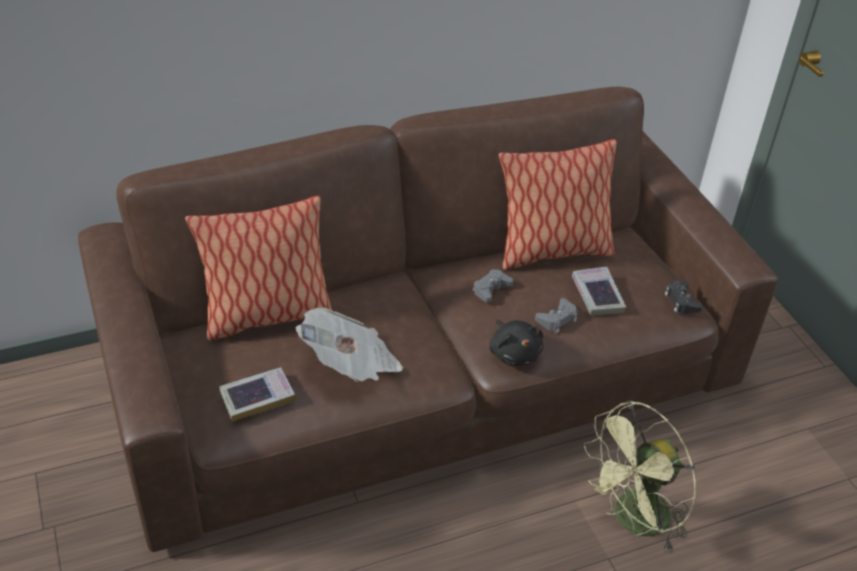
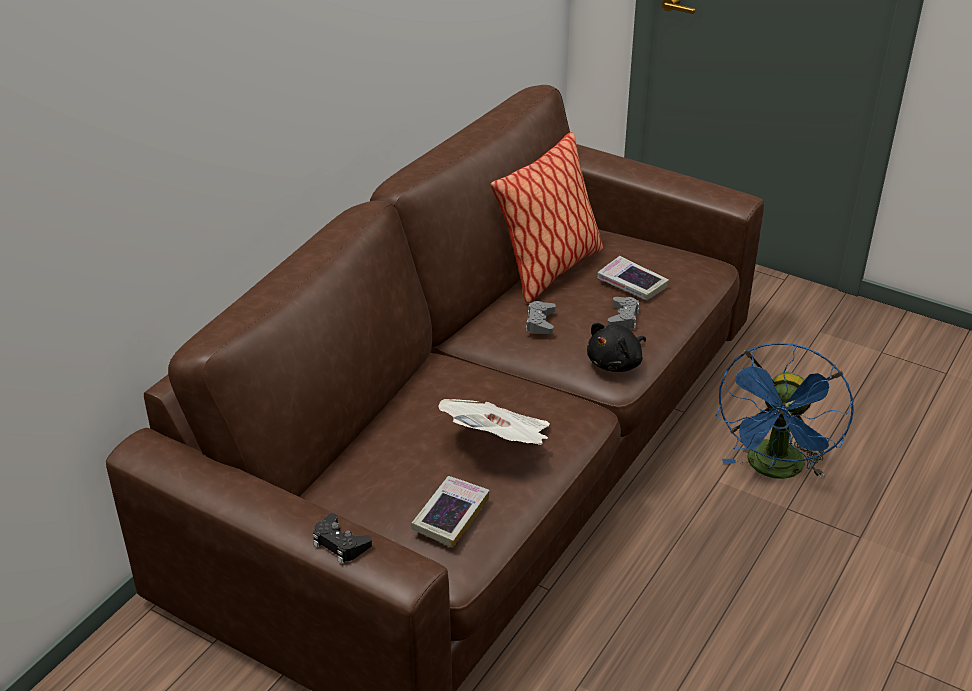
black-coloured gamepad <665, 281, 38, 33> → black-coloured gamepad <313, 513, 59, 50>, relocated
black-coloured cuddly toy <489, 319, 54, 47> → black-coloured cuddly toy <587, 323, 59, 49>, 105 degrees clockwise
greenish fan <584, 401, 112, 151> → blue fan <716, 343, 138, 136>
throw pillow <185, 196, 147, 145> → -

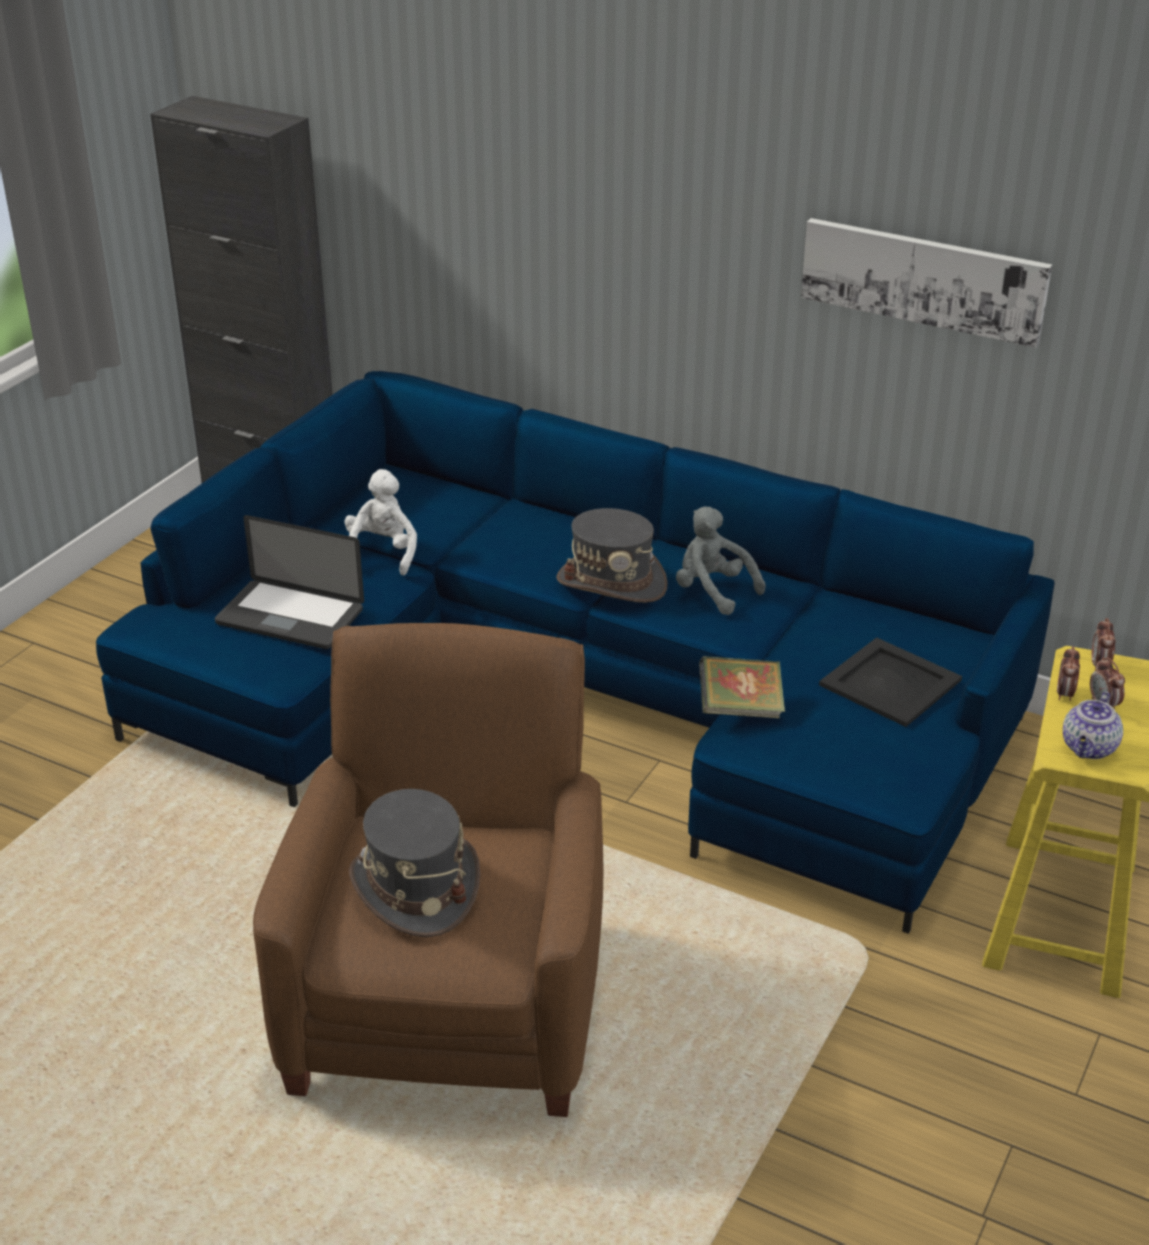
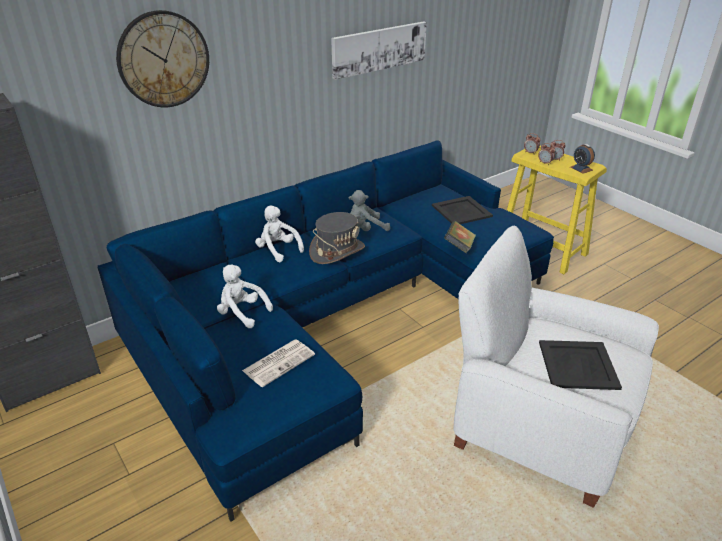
- → wall clock <116, 10, 93, 97>
notebook computer <215, 515, 149, 134> → newspaper <242, 339, 73, 48>
- → white cuddly toy <255, 205, 49, 57>
brown lounge chair <253, 623, 351, 494> → white lounge chair <453, 225, 206, 283>
grey hat <349, 789, 131, 149> → black-coloured tray <539, 340, 83, 50>
teapot <1063, 692, 60, 67> → alarm clock <570, 144, 25, 30>

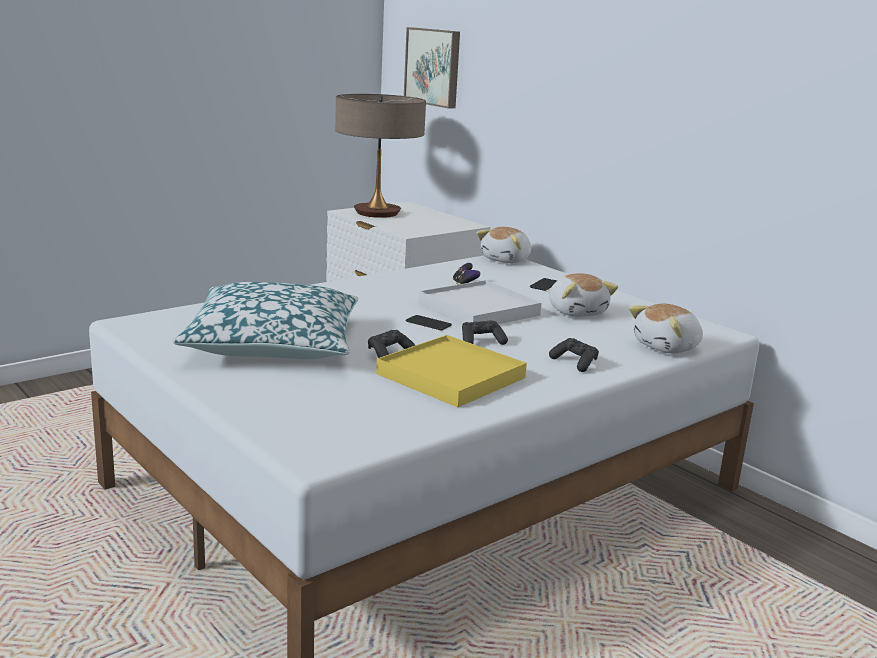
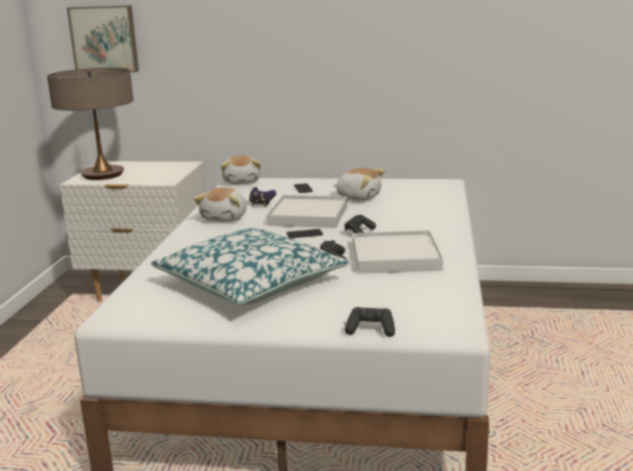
cuddly toy <629, 304, 74, 49> → cuddly toy <194, 187, 52, 35>, relocated
black-coloured gamepad <549, 338, 50, 34> → black-coloured gamepad <345, 307, 50, 30>, relocated
yellow tray <376, 335, 151, 72> → white tray <353, 230, 90, 44>

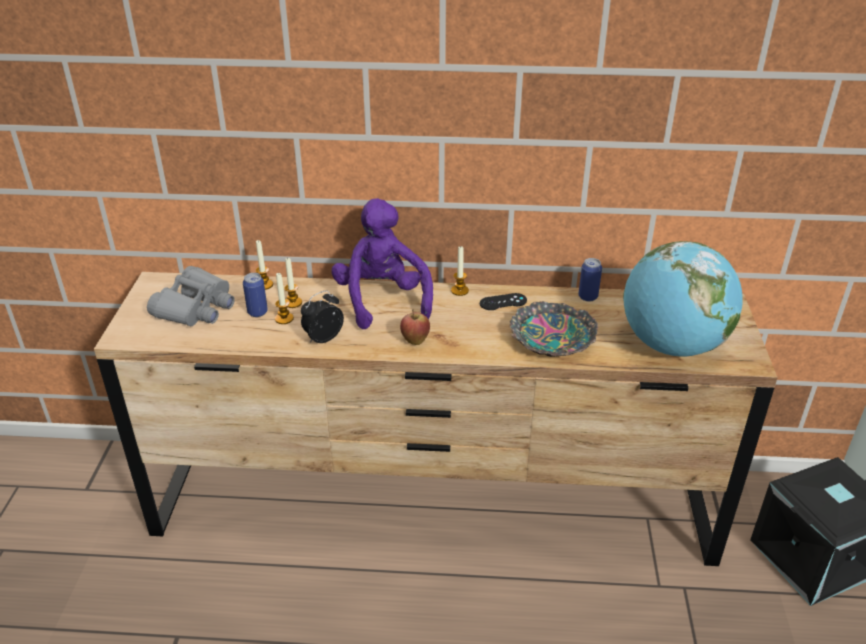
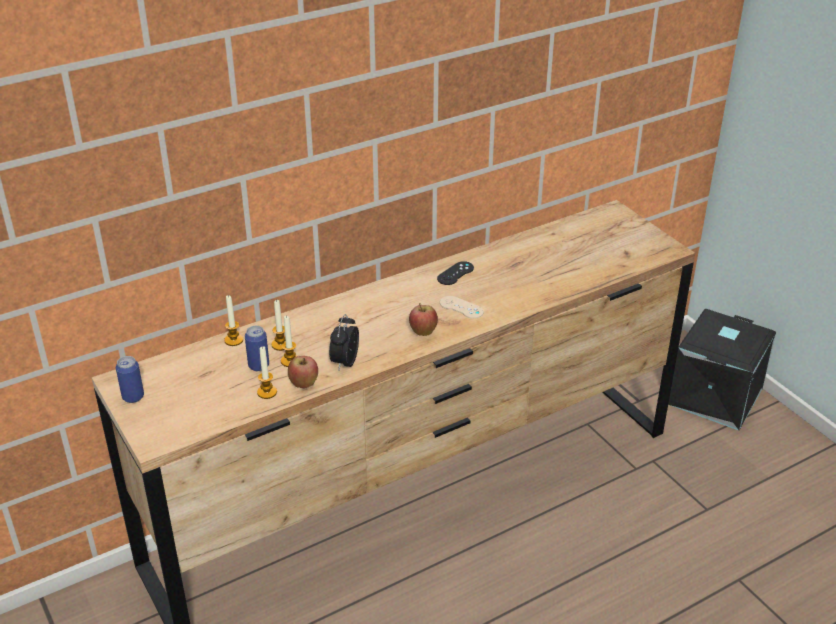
can <578, 258, 24, 44> → can <116, 356, 28, 47>, relocated
wax light <451, 246, 18, 50> → wax light <257, 346, 20, 53>, relocated
- → apple <288, 356, 30, 32>
- → sand-coloured gamepad <440, 296, 44, 23>
grey field glasses <147, 266, 88, 61> → -
purple-coloured cuddly toy <331, 198, 102, 131> → -
bowl <510, 301, 88, 56> → -
world globe <623, 241, 120, 115> → -

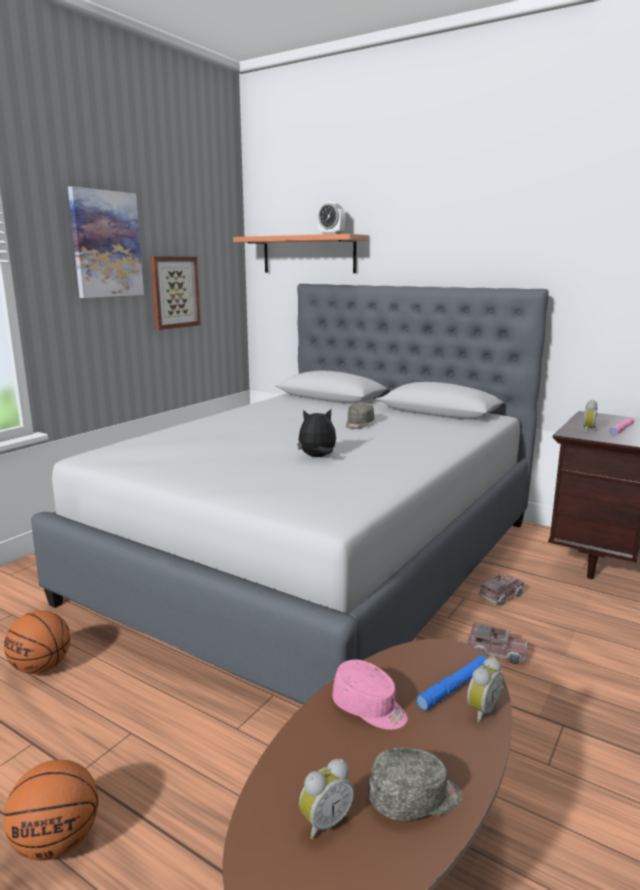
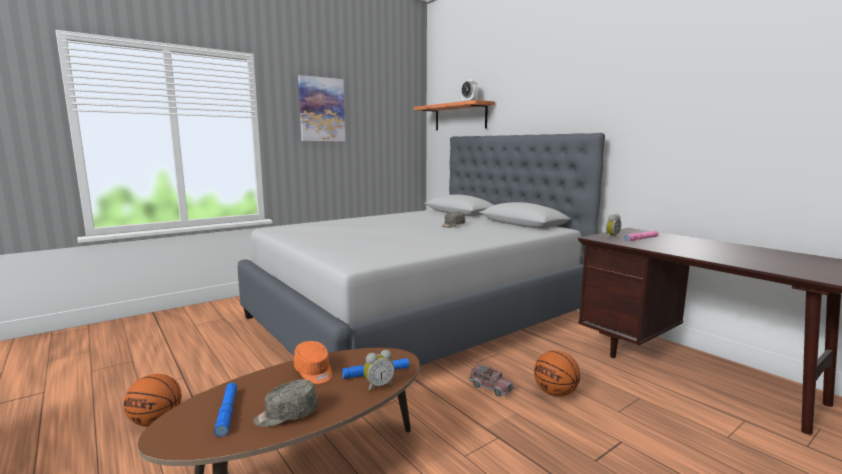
alarm clock <299, 759, 55, 81> → blue flashlight <214, 383, 23, 54>
grey baseball cap <368, 747, 94, 73> → grey baseball cap <253, 379, 65, 48>, 150 degrees clockwise
pinkish baseball cap <332, 660, 76, 70> → orange baseball cap <294, 341, 38, 43>
basketball <4, 610, 66, 64> → basketball <534, 350, 46, 47>, relocated
wall picture <149, 256, 51, 74> → -
cuddly toy <297, 409, 39, 48> → -
toy lorry <478, 573, 47, 33> → -

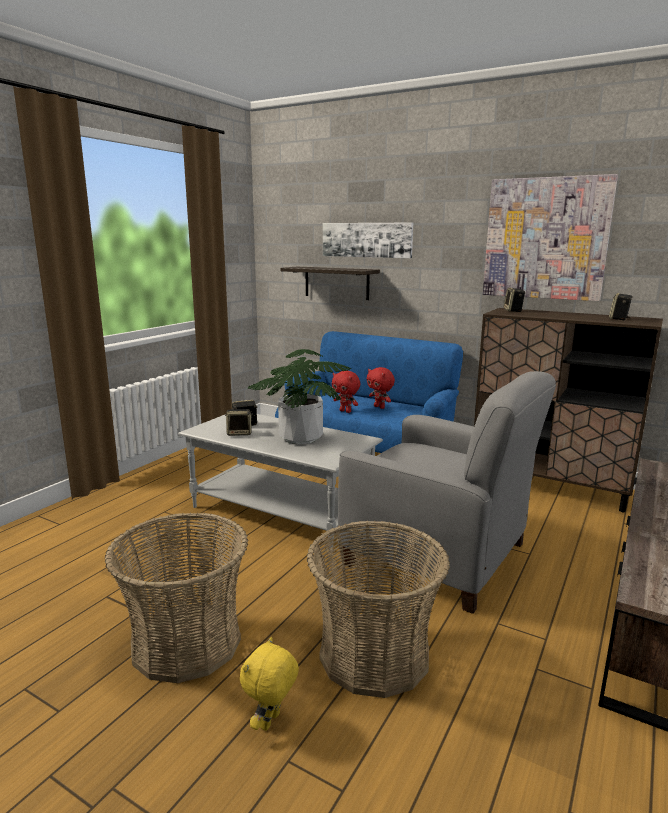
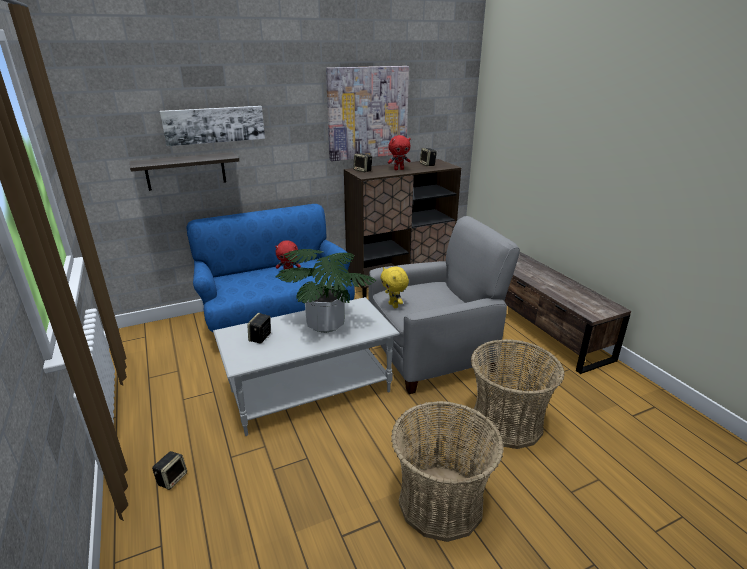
audio speaker <225, 409, 28, 27> → audio speaker <152, 451, 35, 39>, relocated
yellow cuddly toy <240, 637, 59, 94> → yellow cuddly toy <381, 266, 28, 42>, relocated
red-coloured cuddly toy <332, 371, 28, 42> → red-coloured cuddly toy <388, 135, 23, 35>, relocated

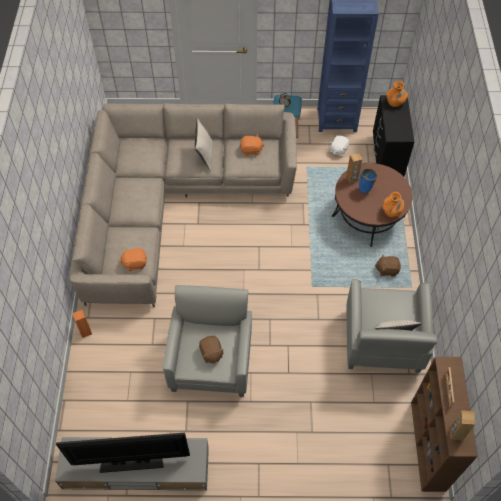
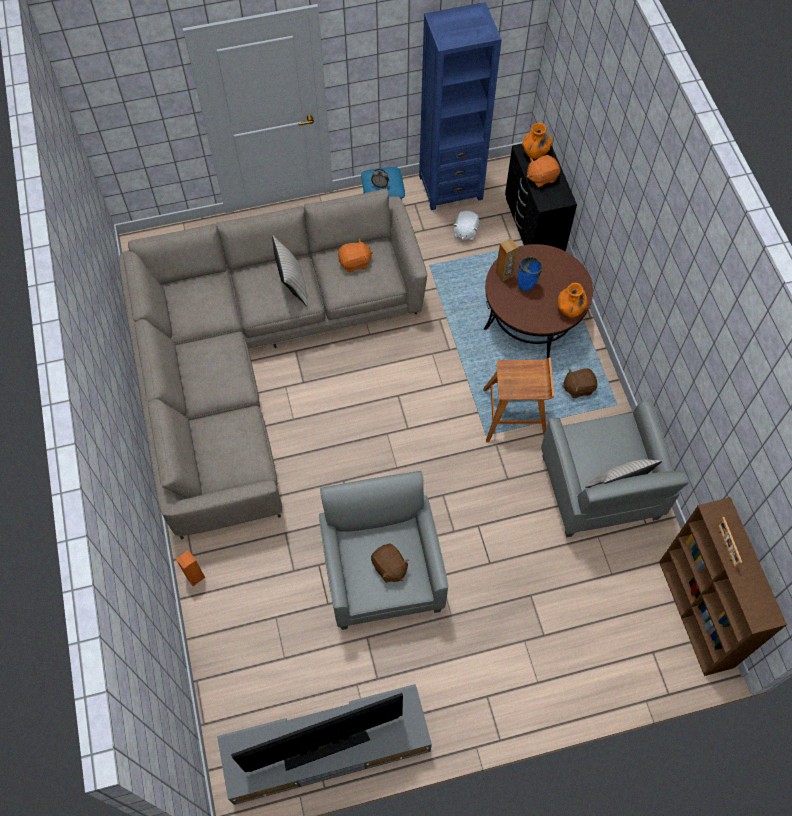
- → brown stool <483, 357, 71, 86>
orange cuddly toy <119, 248, 28, 23> → orange cuddly toy <527, 155, 33, 32>, relocated
brown audio speaker <450, 410, 25, 31> → -

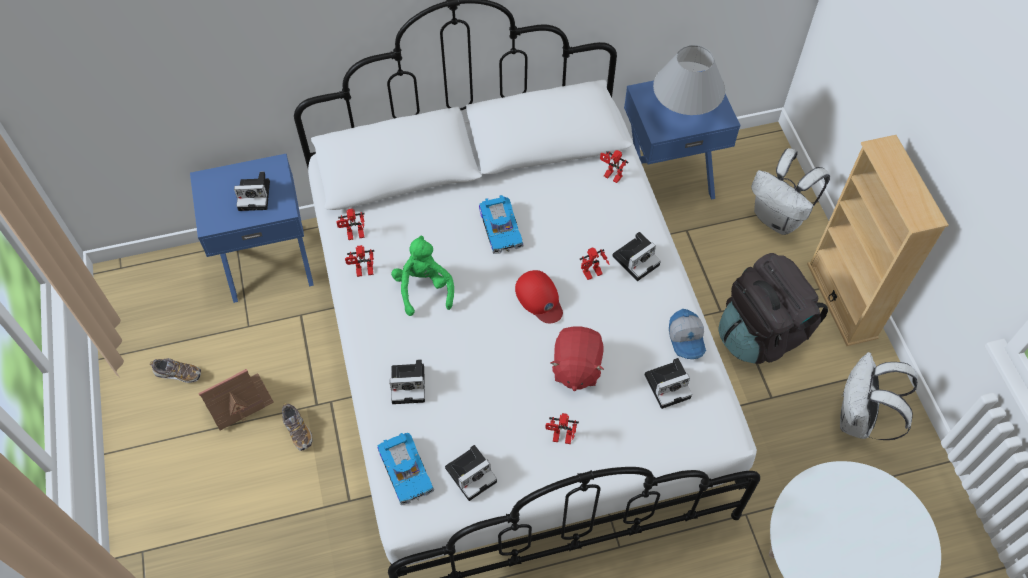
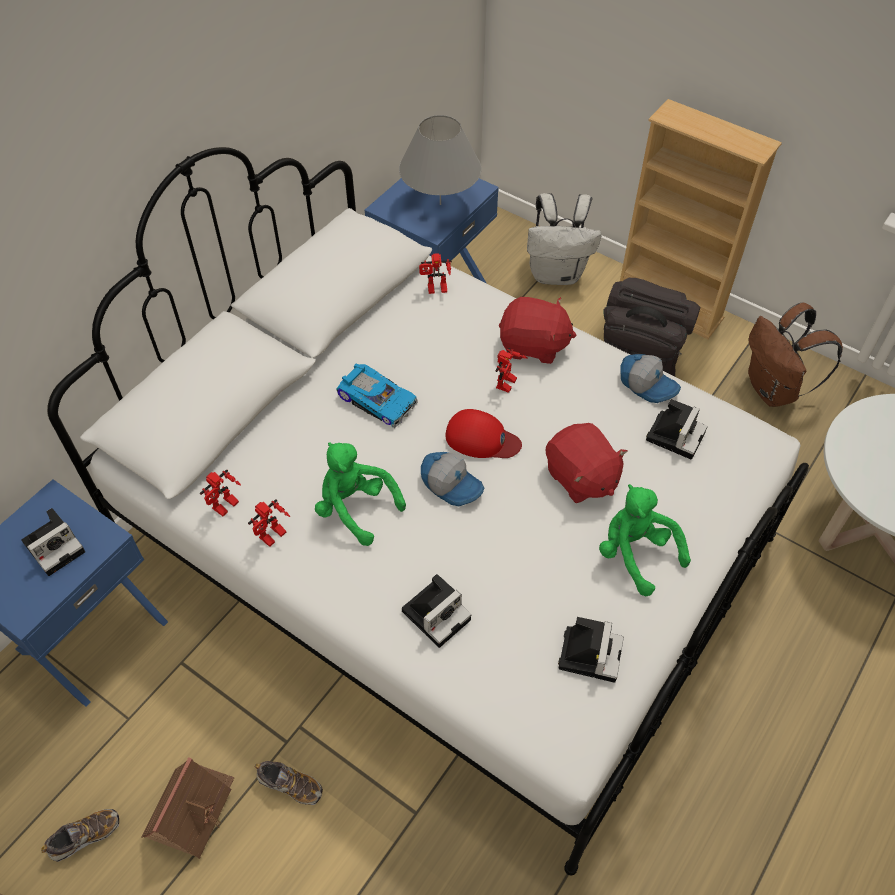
- → baseball cap <421, 452, 63, 54>
photo camera <612, 232, 49, 49> → red-coloured cuddly toy <499, 297, 78, 67>
toy robot <545, 413, 34, 31> → greenish cuddly toy <599, 484, 92, 112>
white backpack <840, 352, 77, 88> → brown backpack <748, 302, 95, 105>
miniature car <378, 433, 56, 72> → -

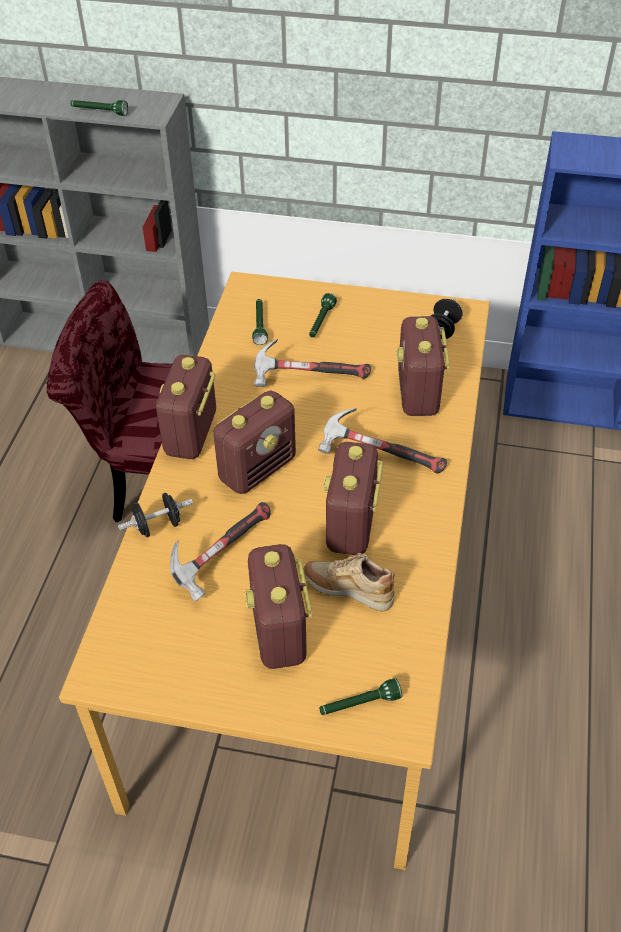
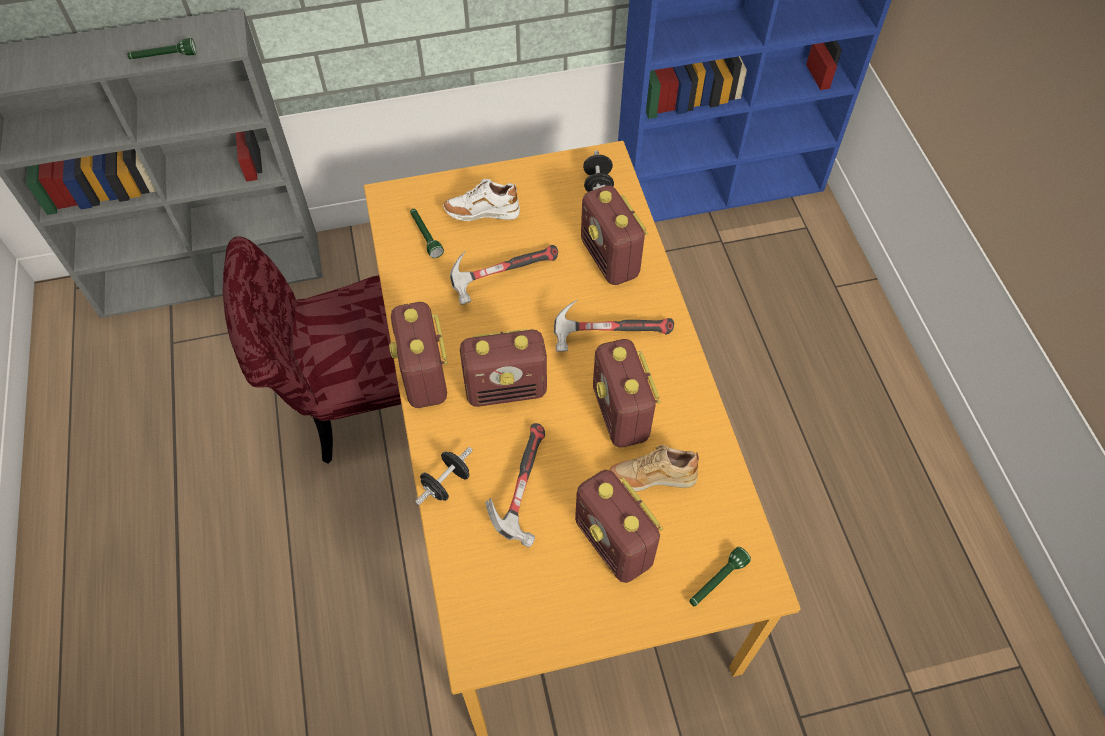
greenish flashlight <309, 293, 28, 45> → white shoe <443, 179, 77, 42>
radio <213, 390, 83, 104> → radio <460, 329, 87, 78>, 60 degrees clockwise

